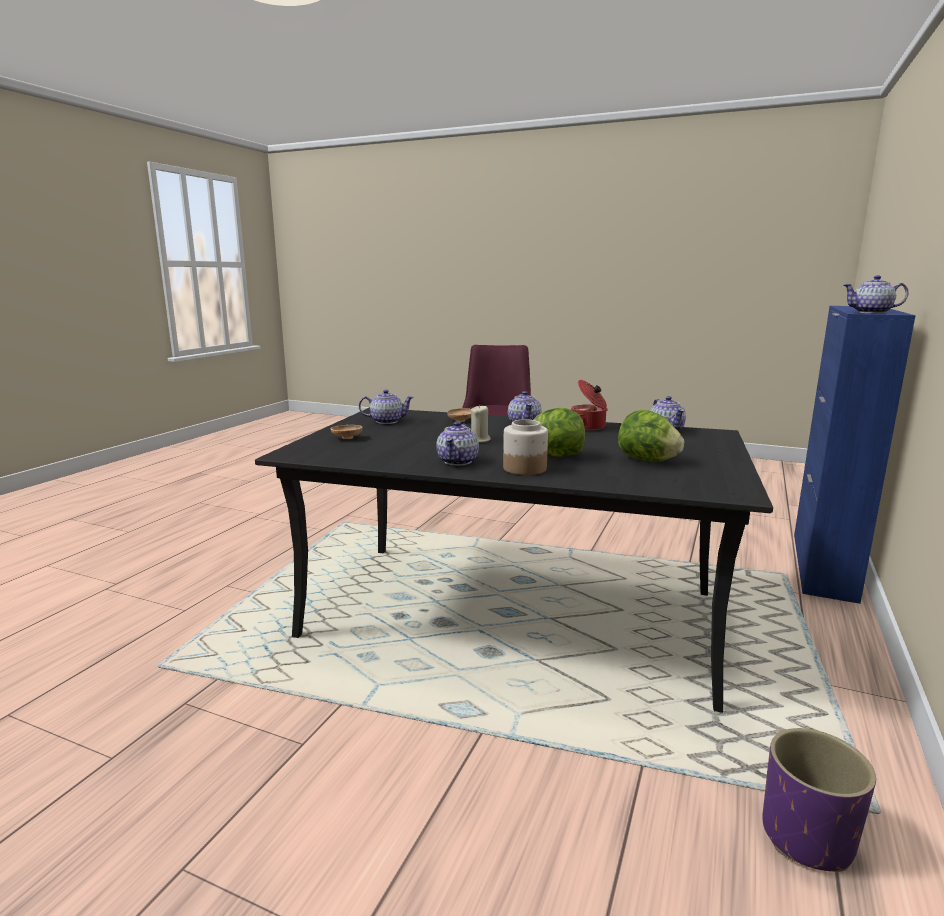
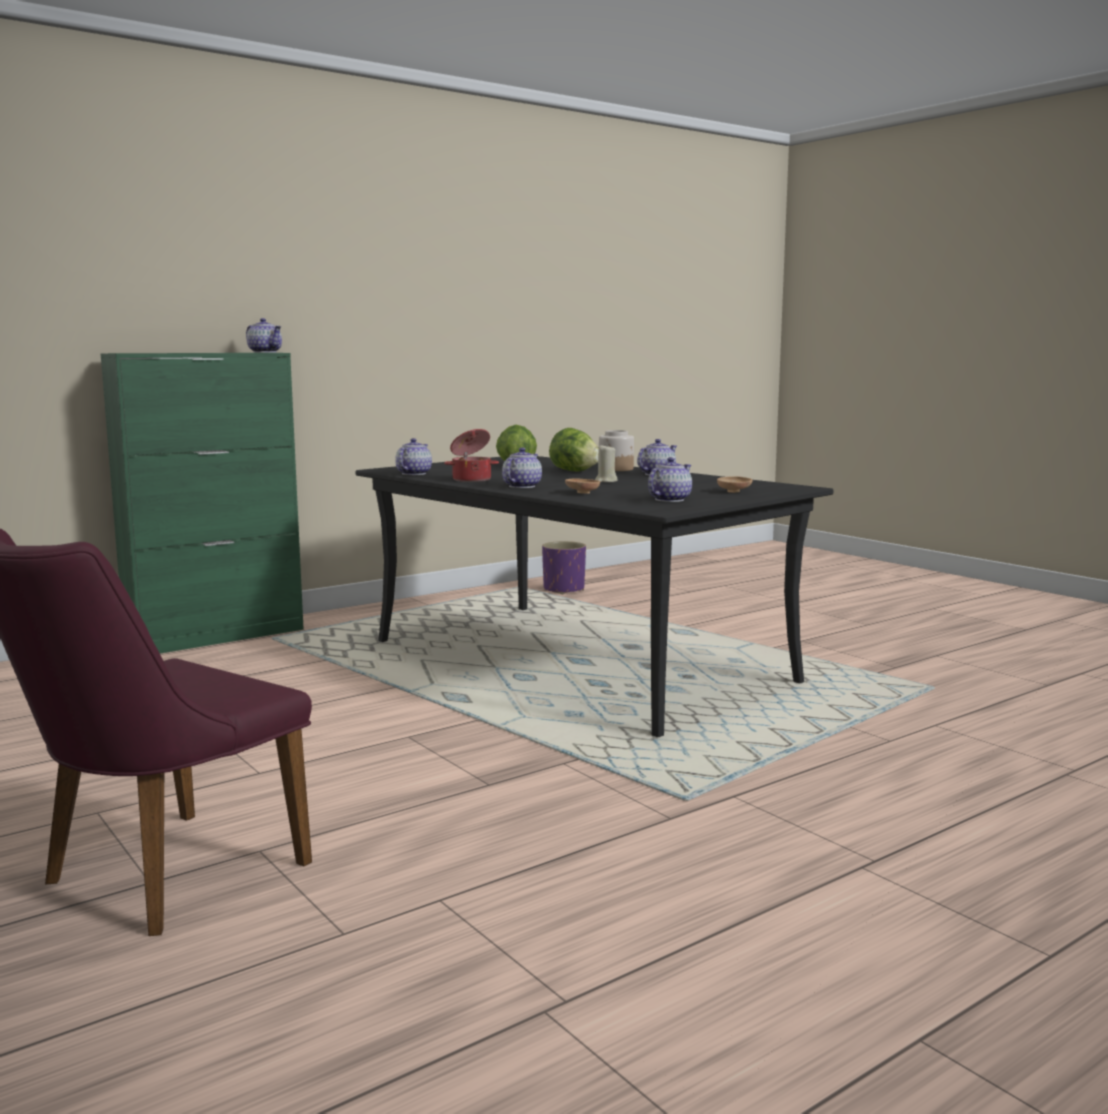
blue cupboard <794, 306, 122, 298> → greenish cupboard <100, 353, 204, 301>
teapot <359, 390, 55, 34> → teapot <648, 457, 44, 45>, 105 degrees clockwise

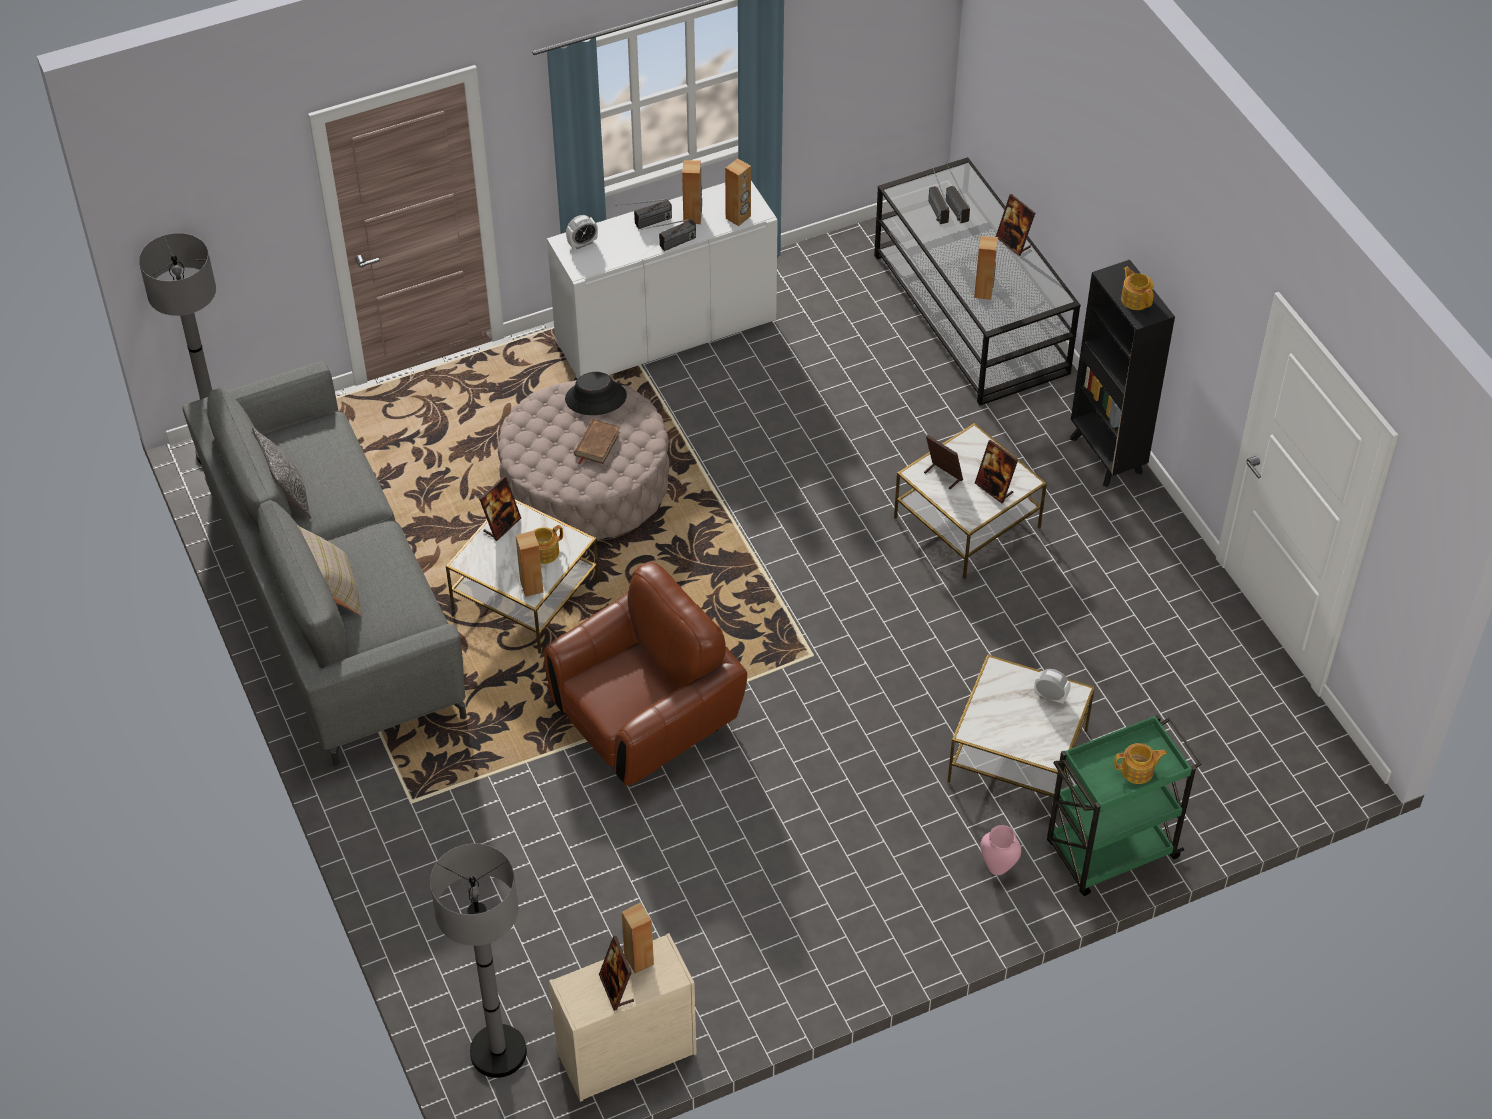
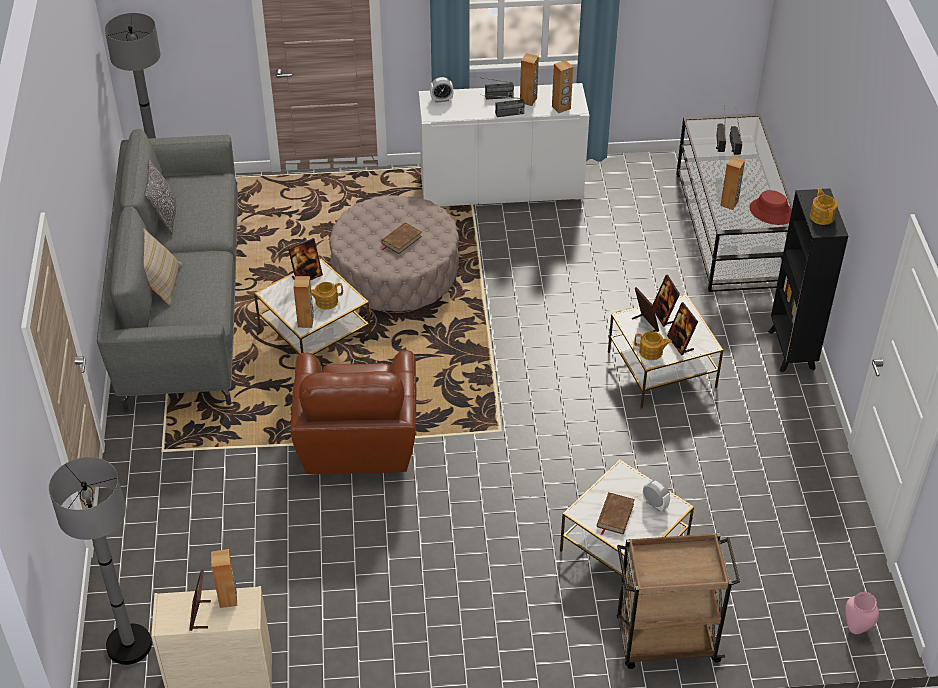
brown lounge chair <544, 562, 203, 223> → brown lounge chair <291, 350, 125, 124>, 105 degrees clockwise
- → brown book <597, 492, 38, 43>
greenish trolley <1047, 714, 155, 182> → brown trolley <617, 533, 123, 136>
teapot <1114, 743, 53, 41> → teapot <634, 332, 38, 28>, relocated
picture frame <996, 194, 39, 62> → picture frame <653, 275, 27, 52>, relocated
- → red-coloured hat <749, 190, 43, 35>
pinkish vase <980, 825, 41, 51> → pinkish vase <845, 592, 34, 42>, relocated
black-coloured hat <565, 372, 62, 43> → -

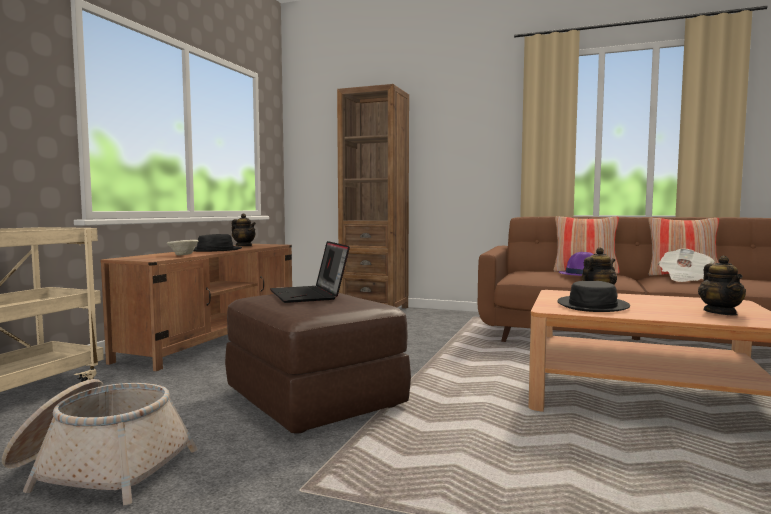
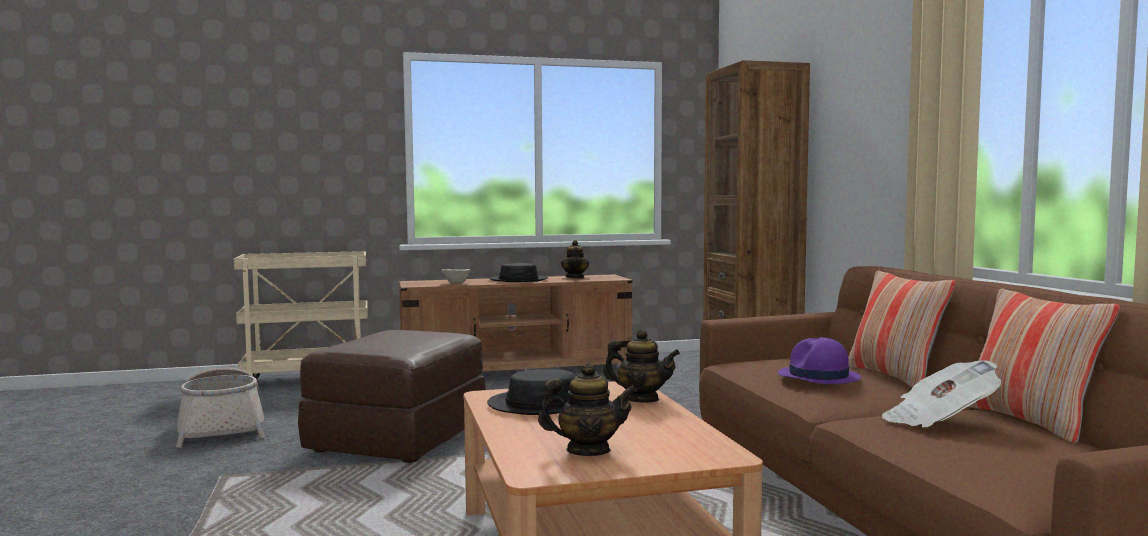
teapot <698, 256, 48, 60> → teapot <538, 363, 99, 93>, 150 degrees counterclockwise
notebook computer <270, 241, 80, 62> → -

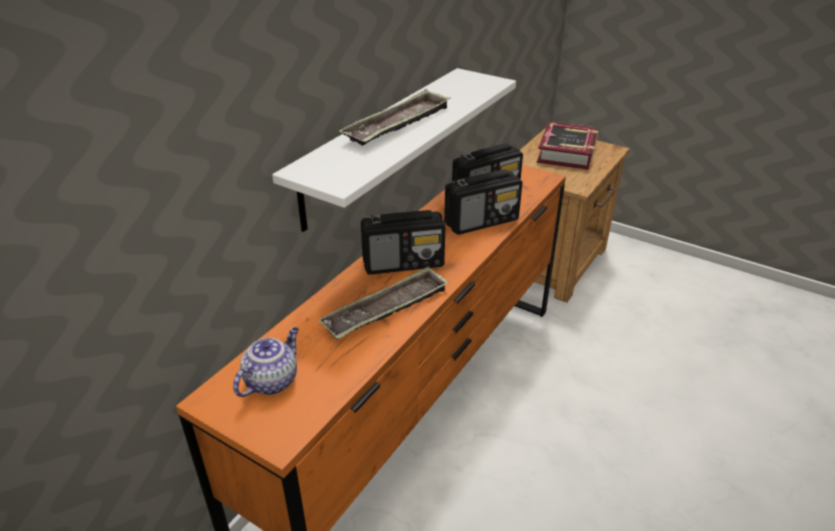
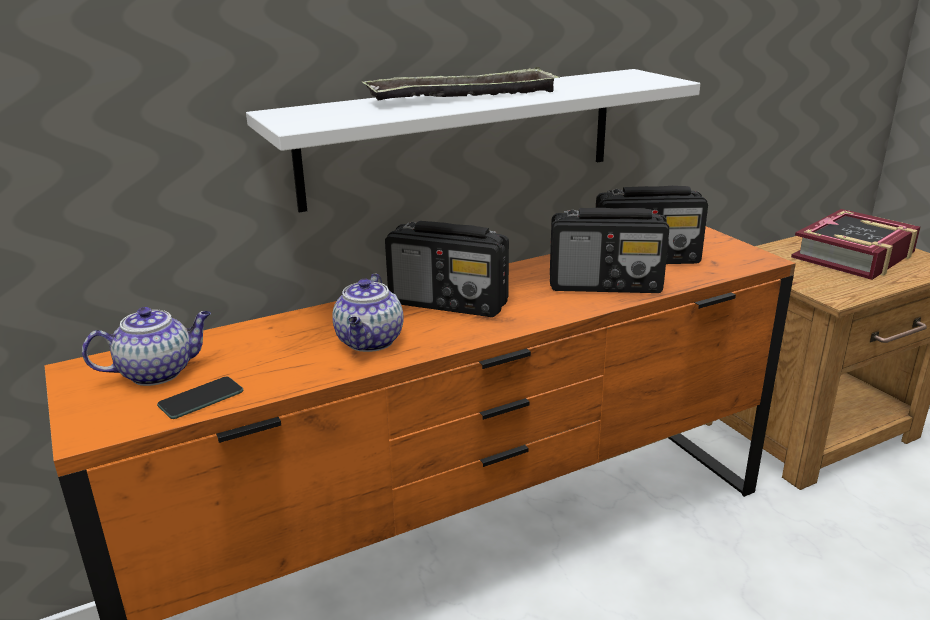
- → handset <157, 377, 86, 42>
tray <318, 266, 131, 74> → teapot <332, 273, 72, 79>

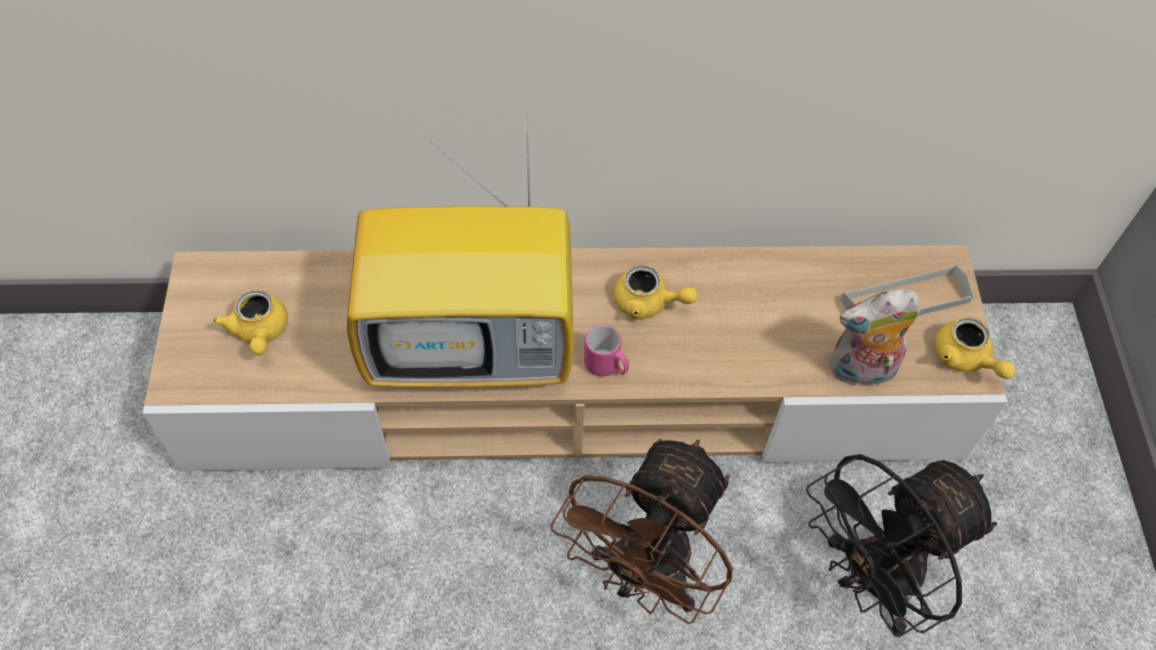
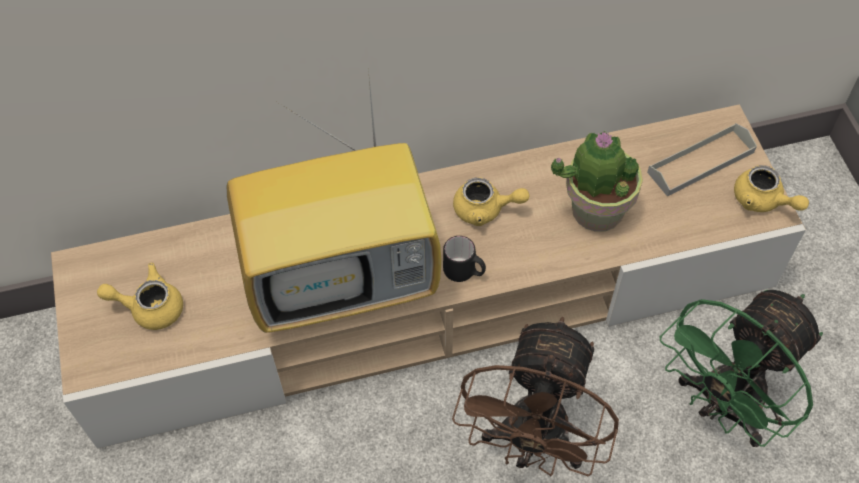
yellow teapot <213, 290, 75, 65> → yellow teapot <97, 263, 86, 67>, 120 degrees clockwise
pinkish tea mug <584, 324, 45, 53> → black-coloured tea mug <443, 236, 43, 46>
- → potted plant <551, 131, 92, 101>
black-coloured fan <806, 454, 191, 184> → greenish fan <660, 290, 163, 157>
cuddly toy <830, 289, 91, 101> → -

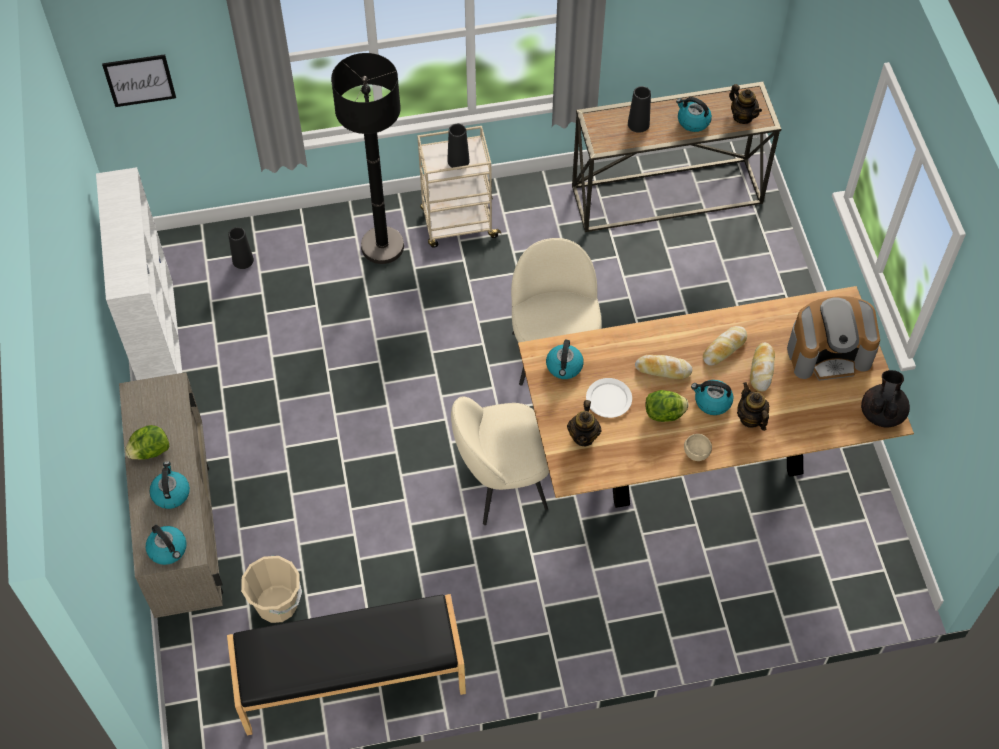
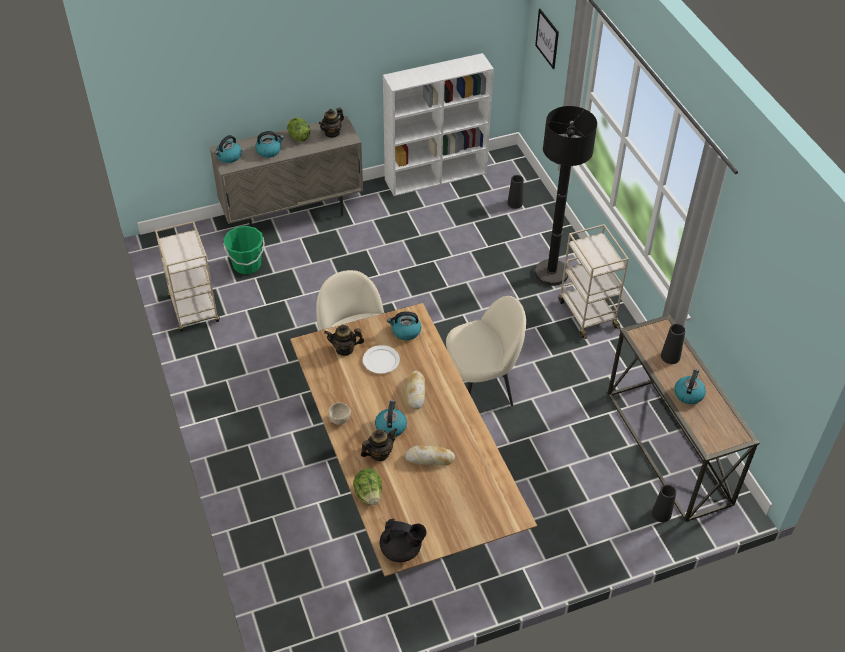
black-coloured bench <227, 594, 239, 141> → sand-coloured trolley <155, 221, 65, 111>
sand-coloured water bucket <241, 556, 61, 67> → greenish water bucket <223, 226, 42, 48>
teapot <729, 84, 33, 40> → teapot <319, 107, 25, 31>, relocated
lettuce head <645, 390, 43, 32> → lettuce head <353, 468, 29, 37>, relocated
black-coloured vase <447, 124, 23, 44> → black-coloured vase <652, 485, 24, 37>, relocated
baked bread <703, 326, 44, 40> → -
coffee machine <787, 296, 93, 85> → -

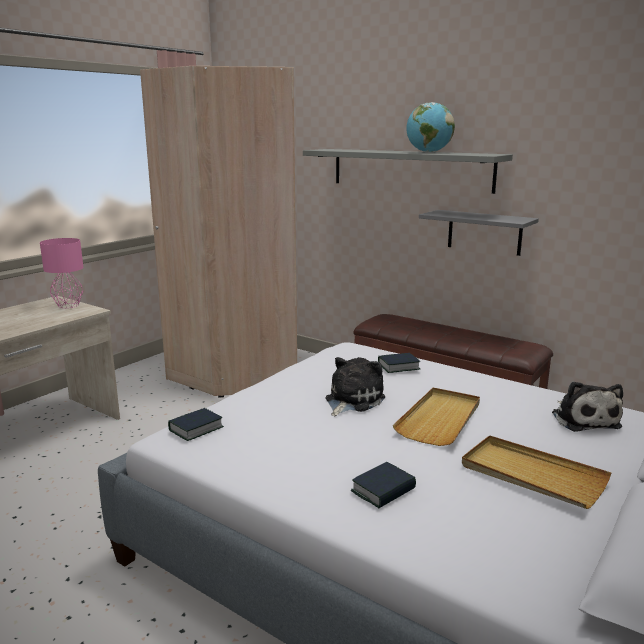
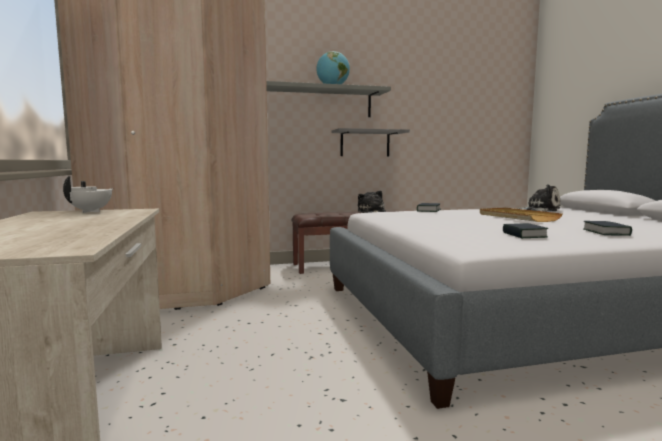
pinkish lamp for a table <40, 238, 44, 70> → white teapot <63, 176, 51, 37>
cuddly toy <325, 357, 60, 59> → cuddly toy <358, 191, 28, 22>, relocated
book <168, 408, 56, 33> → book <503, 223, 45, 15>, relocated
sand-coloured tray <462, 435, 149, 74> → -

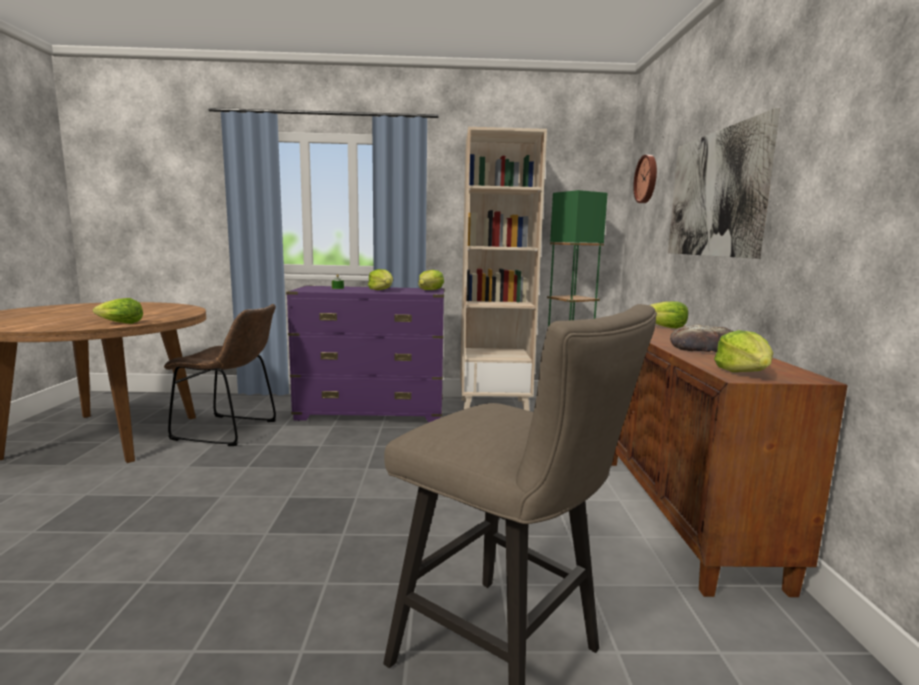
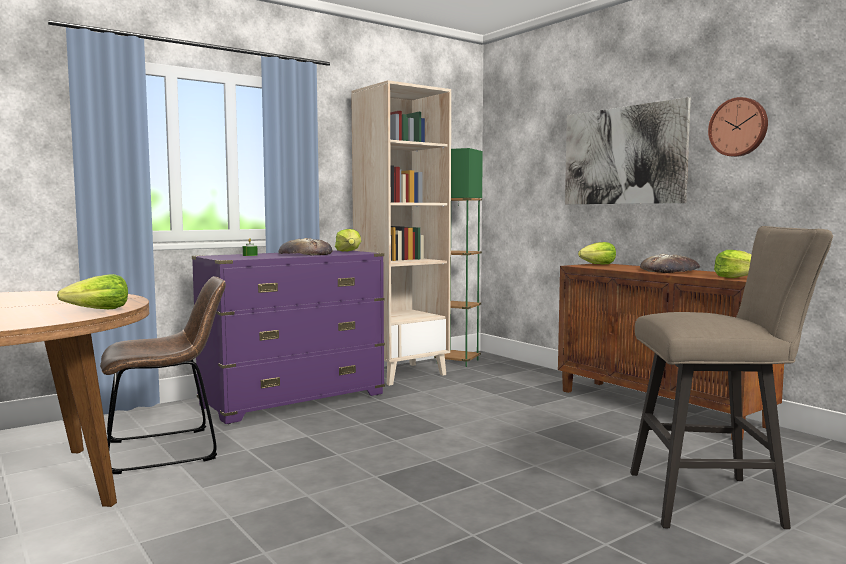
lettuce head <368, 269, 25, 21> → baked bread <278, 238, 54, 18>
wall clock <633, 155, 24, 48> → wall clock <708, 97, 60, 60>, relocated

